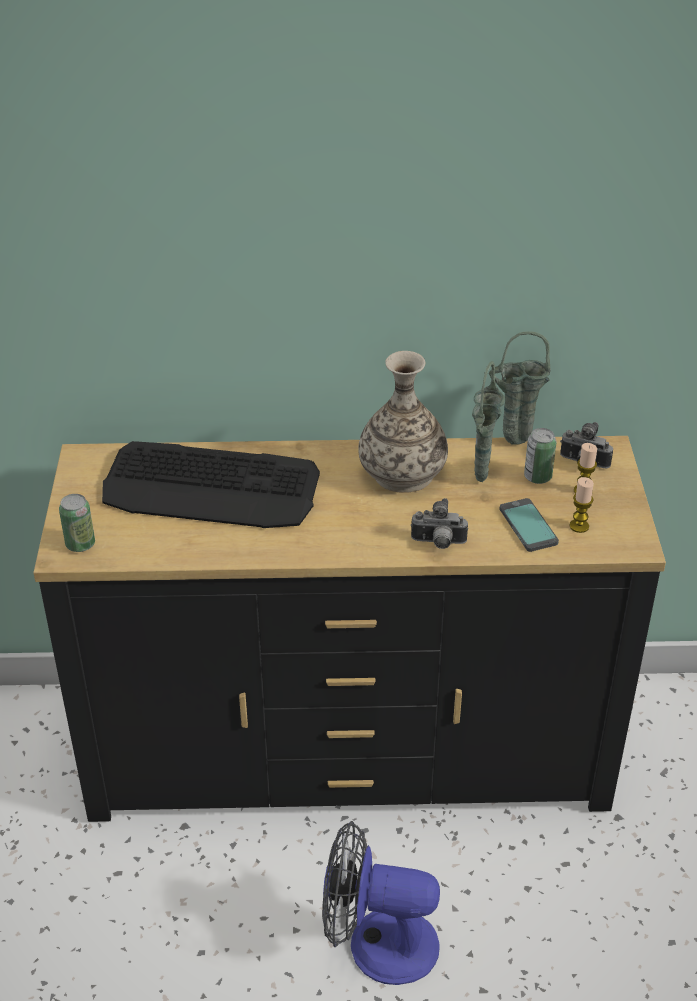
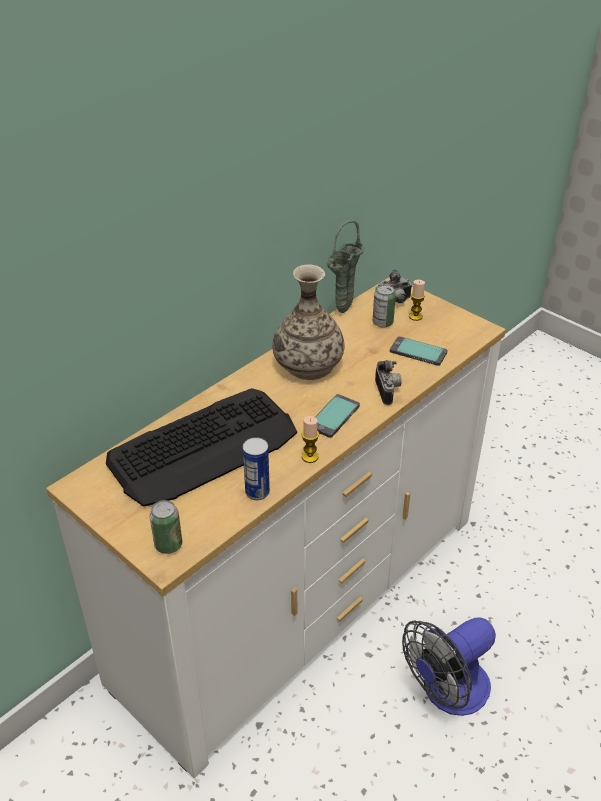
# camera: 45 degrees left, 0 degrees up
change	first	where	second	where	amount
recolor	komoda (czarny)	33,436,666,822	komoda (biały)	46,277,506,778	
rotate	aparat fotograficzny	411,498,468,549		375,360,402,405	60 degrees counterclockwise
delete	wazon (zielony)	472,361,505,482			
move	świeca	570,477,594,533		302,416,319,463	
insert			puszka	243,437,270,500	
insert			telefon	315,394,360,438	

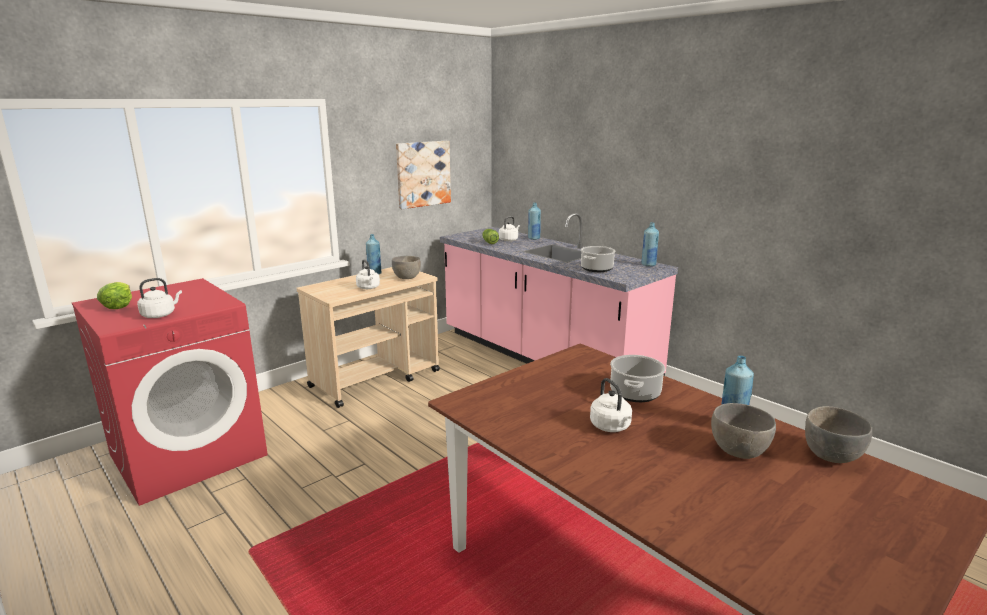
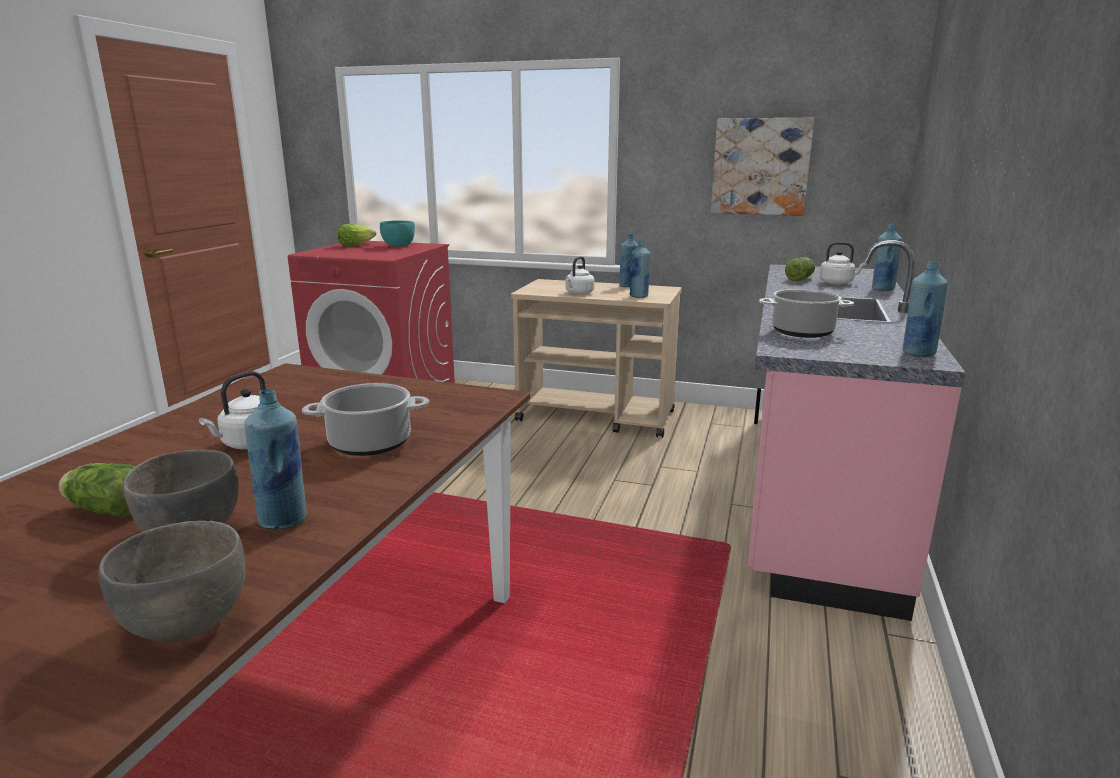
# camera: 60 degrees right, 0 degrees up
change	first	where	second	where	amount
delete	czajnik (biały)	137,278,182,318			
replace	miska (szary)	392,256,421,279	butelka (niebieski)	629,240,650,298	
insert			sałata	58,463,136,518	
insert			miska (turkusowy)	380,220,415,247	

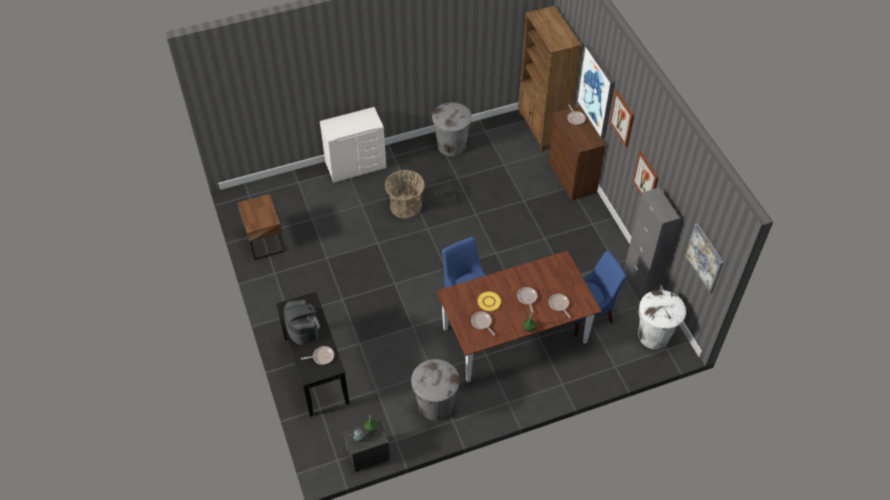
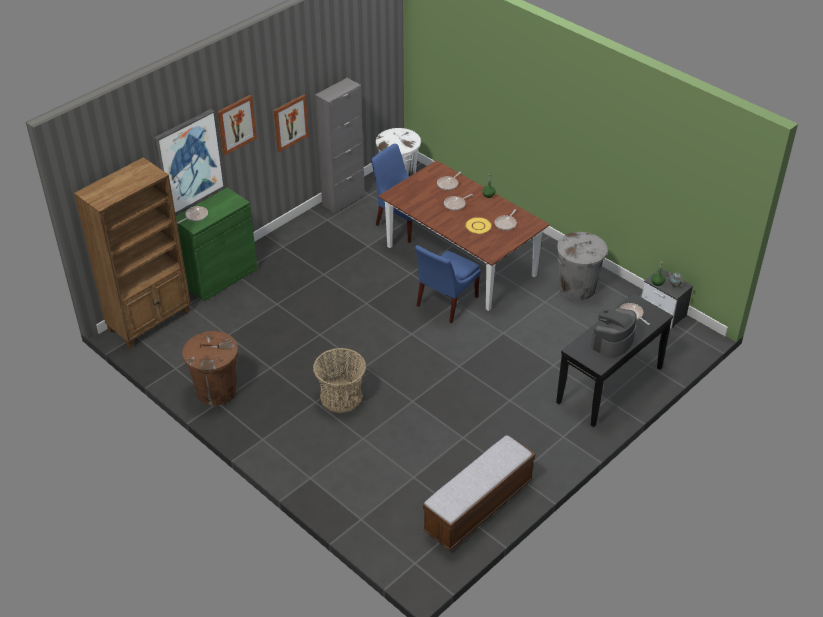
# camera: 115 degrees left, 10 degrees down
change	first	where	second	where	amount
replace	szafka nocna (brązowy)	237,194,283,260	ławka	423,435,535,551	
delete	komoda (biały)	320,107,387,183			
recolor	kosz na śmieci (szary)	432,102,472,156	kosz na śmieci (brązowy)	182,331,238,405	
recolor	szafka (brązowy)	548,106,606,201	szafka (zielony)	176,187,258,302	
delete	obraz	685,223,724,294			

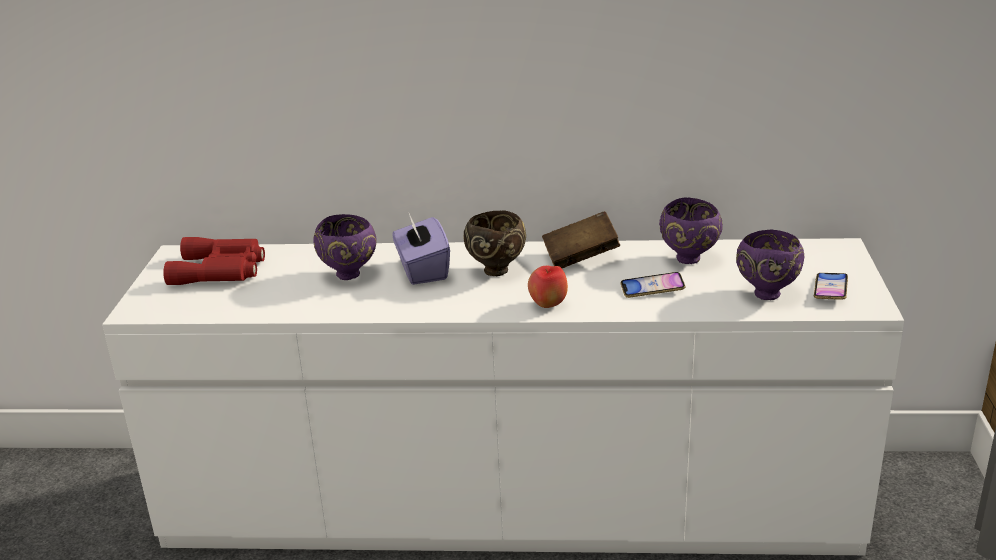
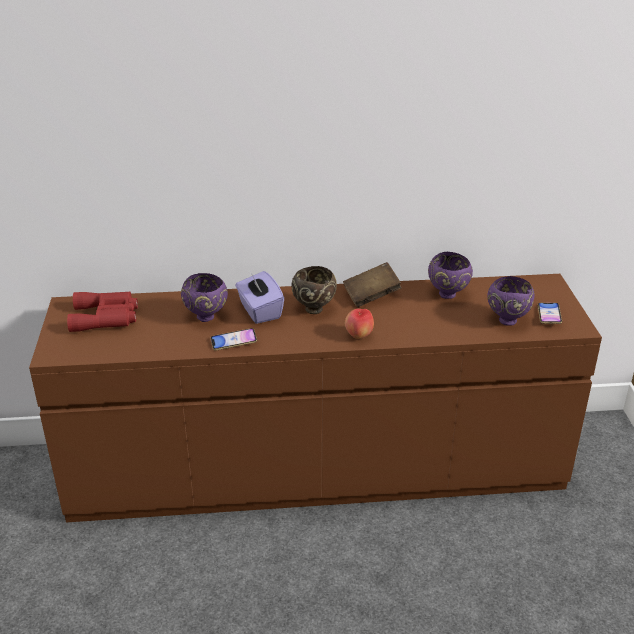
# camera: 10 degrees left, 5 degrees up
change	first	where	second	where	amount
recolor	komoda (biały)	102,238,904,555	komoda (brązowy)	29,274,602,522	
move	telefon	621,272,685,298		211,328,257,351	

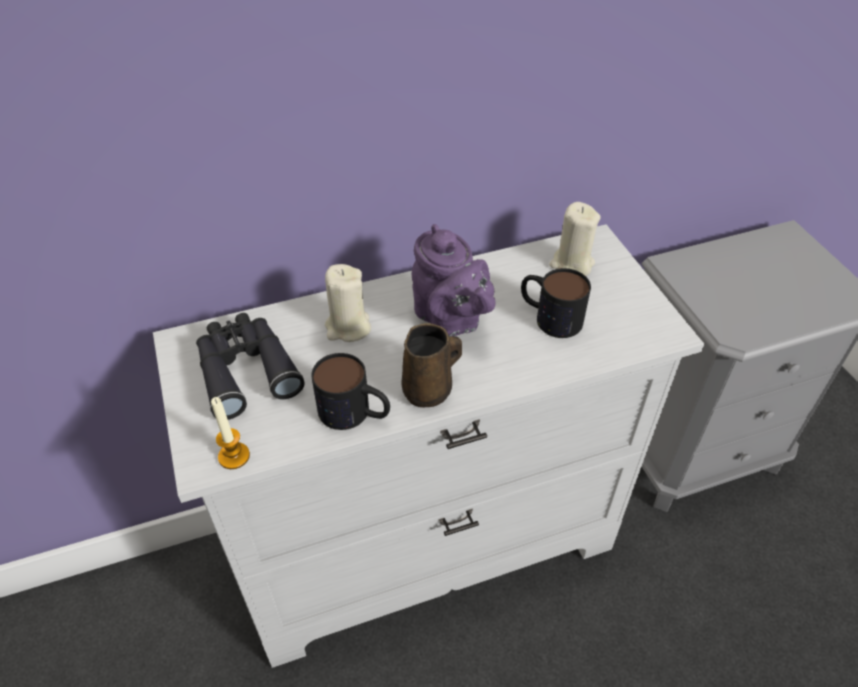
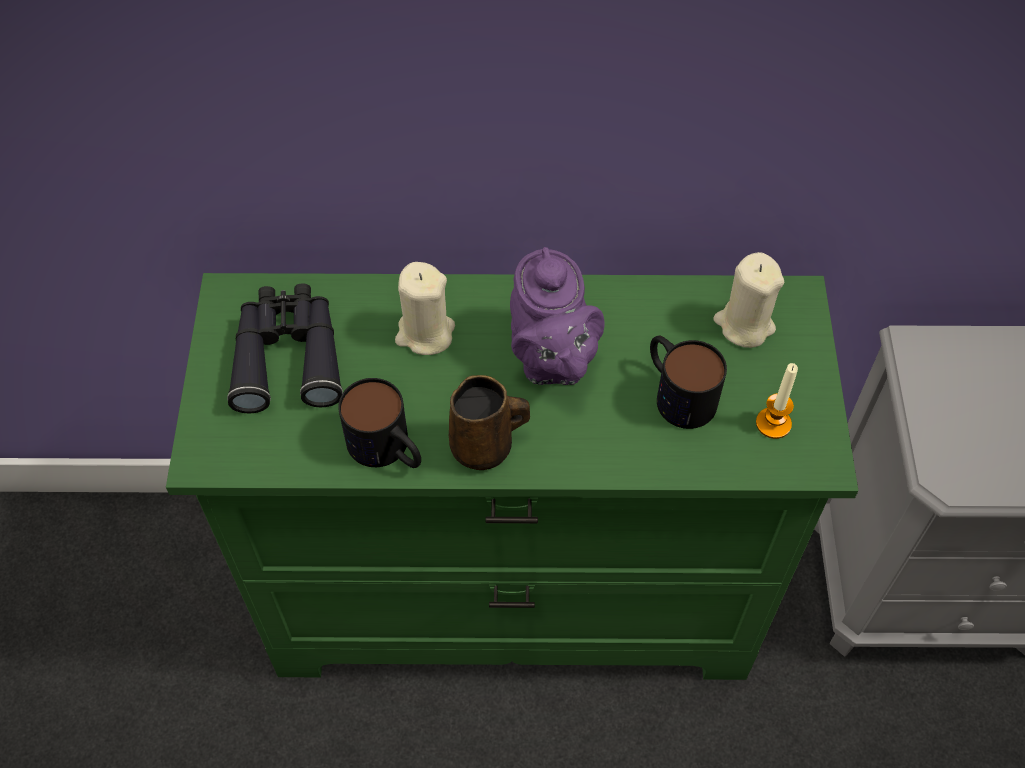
# camera: 20 degrees right, 10 degrees up
change	first	where	second	where	amount
recolor	komoda (biały)	153,224,704,668	komoda (zielony)	166,273,858,680	
move	świeca	211,397,250,469		756,363,798,439	

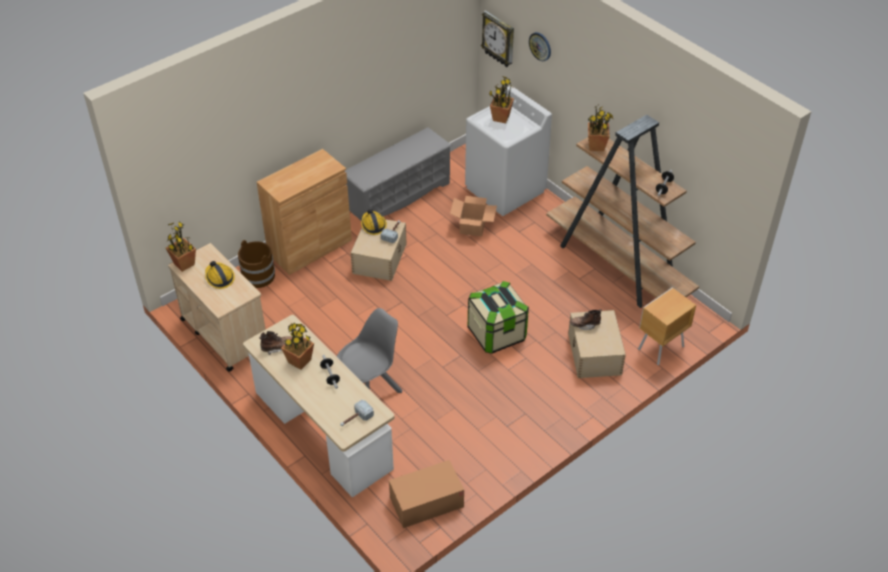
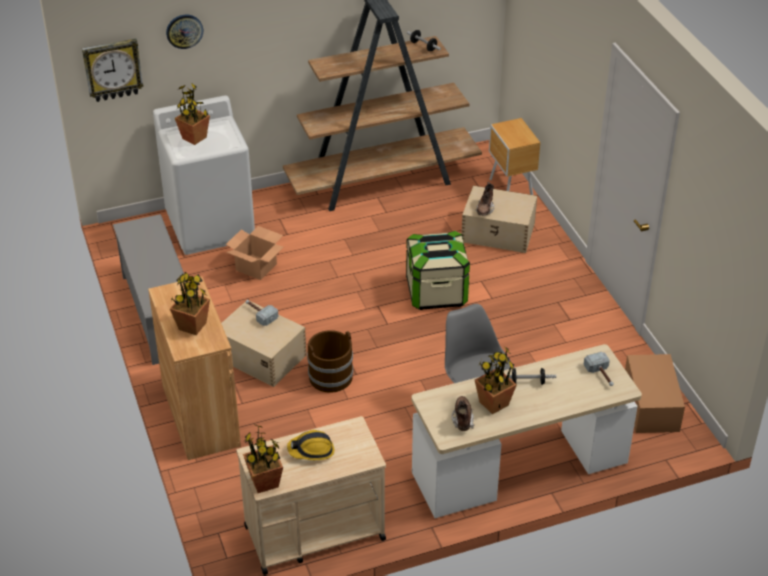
# camera: 70 degrees left, 5 degrees down
change	first	where	second	where	amount
move	wiadro (brązowy)	238,240,275,288		307,330,353,393	
delete	kask	361,209,387,235			
move	roślina doniczkowa	588,106,614,151		170,272,210,335	

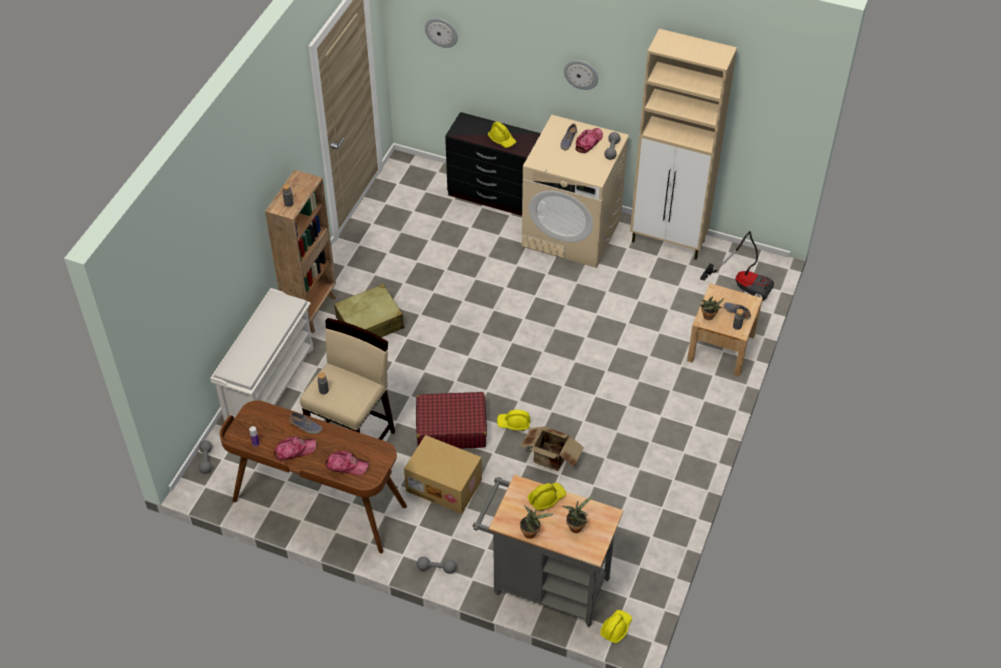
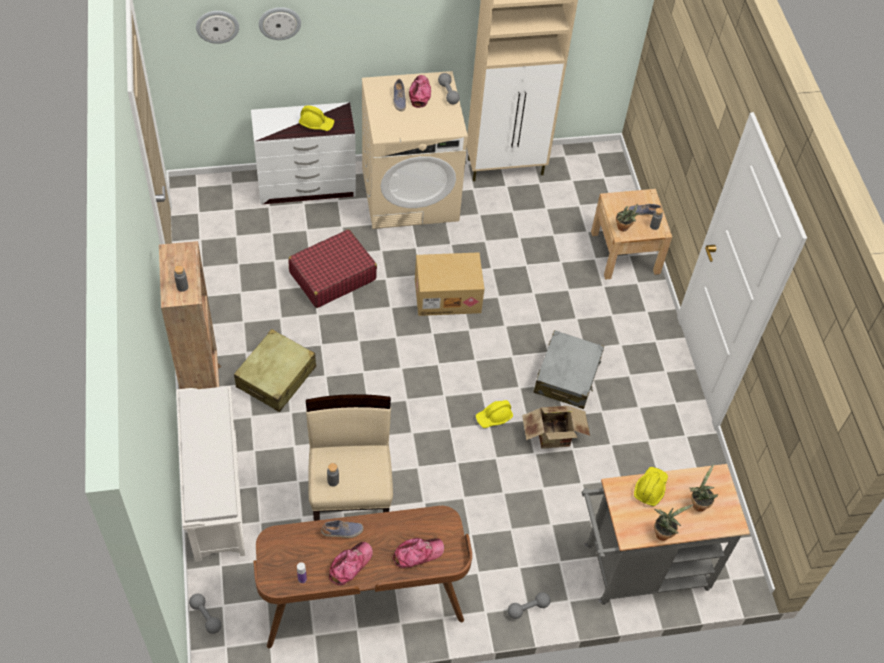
# camera: 35 degrees left, 5 degrees up
change	first	where	second	where	amount
move	karton	404,435,482,514		415,252,484,316	
move	walizka (czerwony)	416,392,487,449		288,229,377,308	
recolor	komoda (czarny)	445,112,541,216	komoda (biały)	251,102,356,205	
move	zegar ścienny	564,60,598,90		259,7,301,40	
delete	kask (żółty)	600,610,632,643			
delete	odkurzacz	700,231,774,301			
insert			walizka (szary)	533,330,604,409	

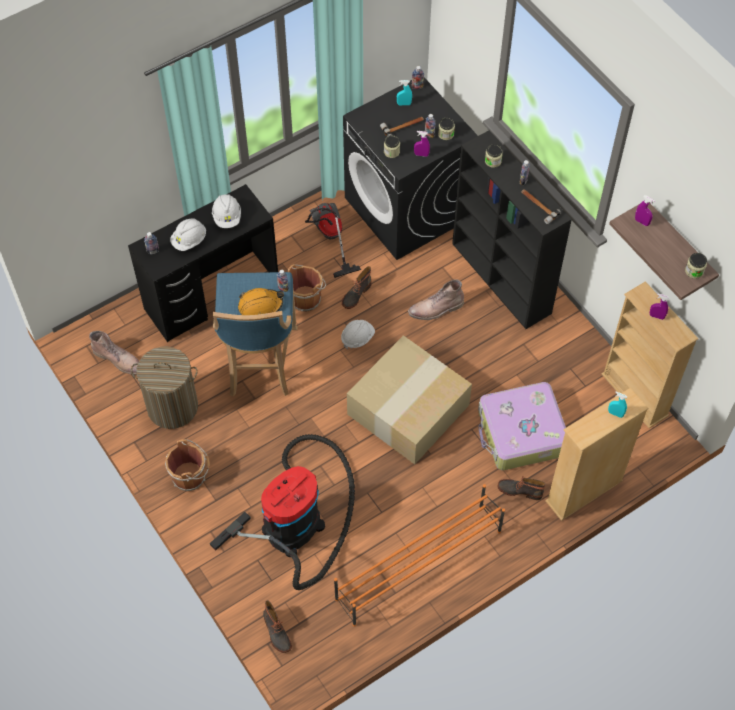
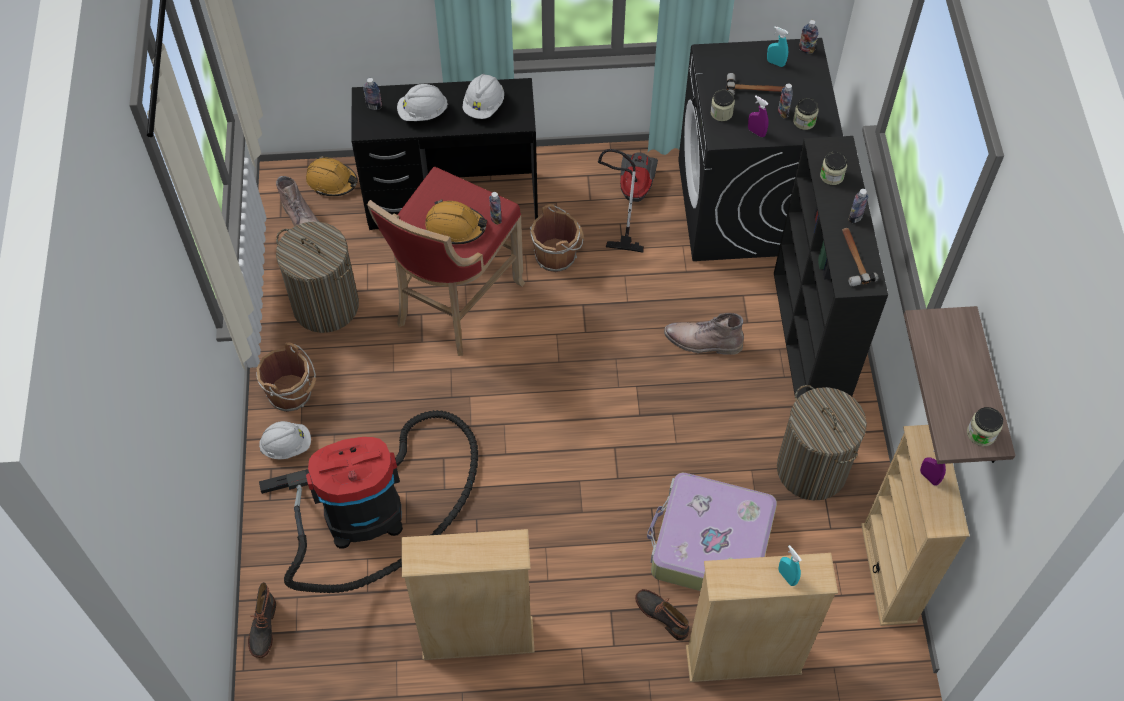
# camera: 30 degrees right, 0 degrees up
change	first	where	second	where	amount
recolor	stołek (niebieski)	213,272,298,397	stołek (czerwony)	367,167,525,356	
replace	regał na buty (pomarańczowy)	334,484,505,627	regał (beżowy)	401,529,535,660	
move	kask (biały)	341,320,375,349		259,421,311,459	
delete	but z cholewką	342,266,371,309			
delete	karton	347,335,472,464			
delete	spryskiwacz (fioletowy)	635,195,655,226			
insert			kask (pomarańczowy)	306,156,358,196	
insert			kosz na pranie	777,385,867,501	

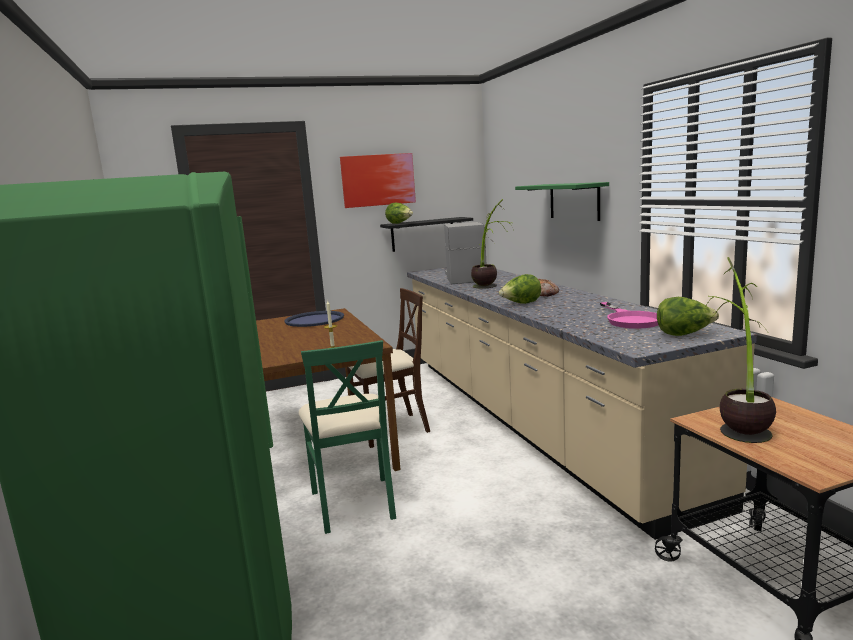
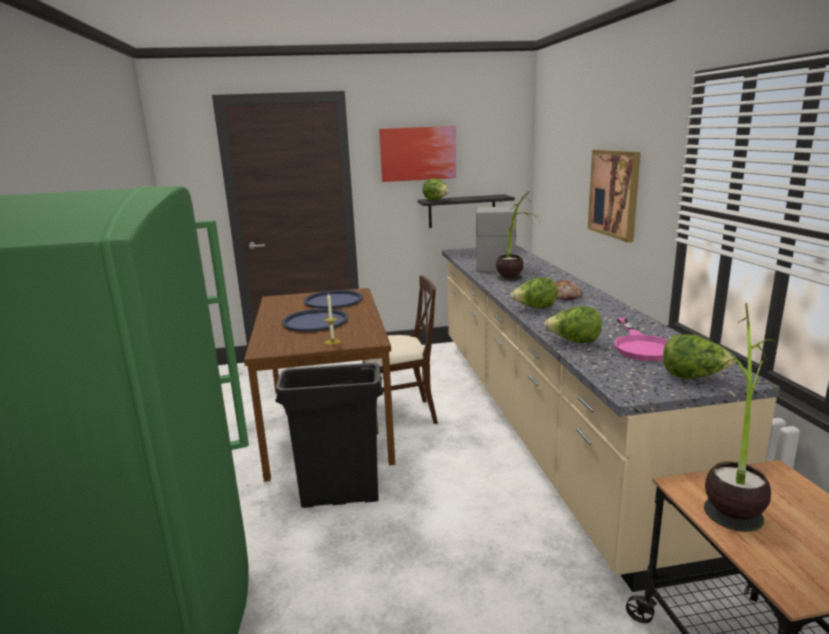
# camera: 10 degrees right, 5 degrees up
change	first	where	second	where	amount
replace	krzesło (zielony)	299,340,396,534	kosz na śmieci (czarny)	275,363,383,508	
replace	półka (zielony)	515,182,609,221	obraz	588,150,641,242	
insert			taca (niebieski)	282,309,348,332	
insert			sałata	544,306,602,343	

